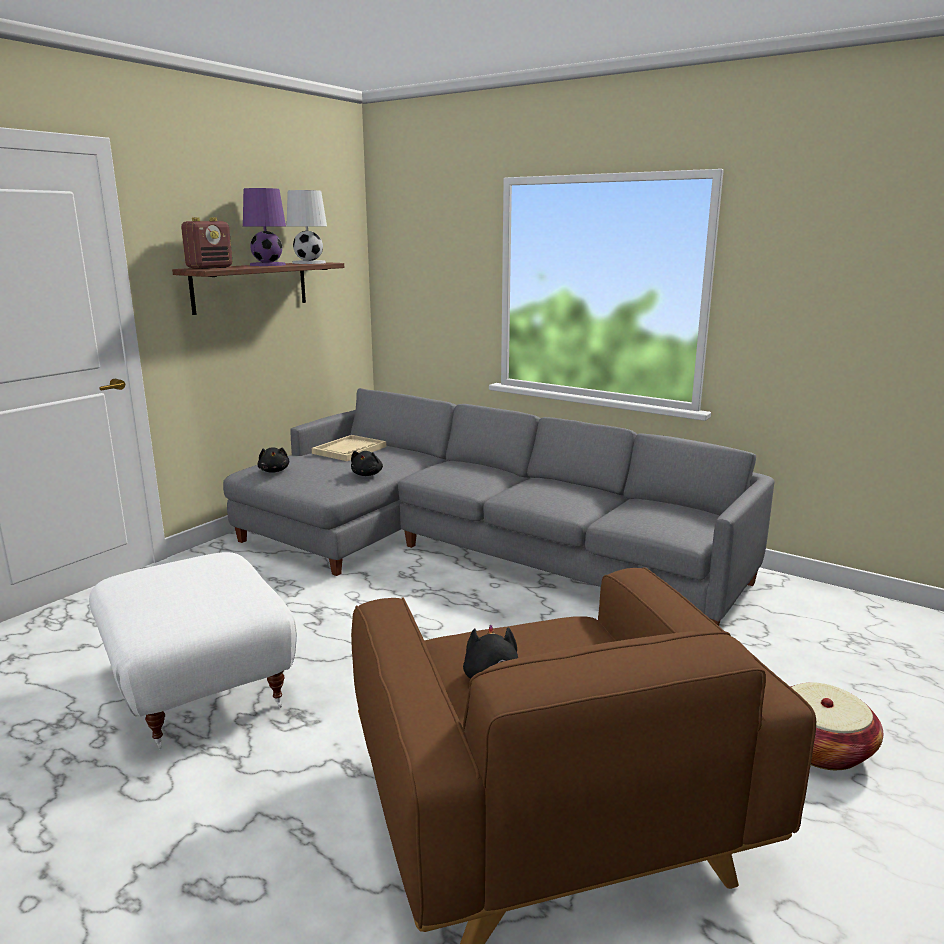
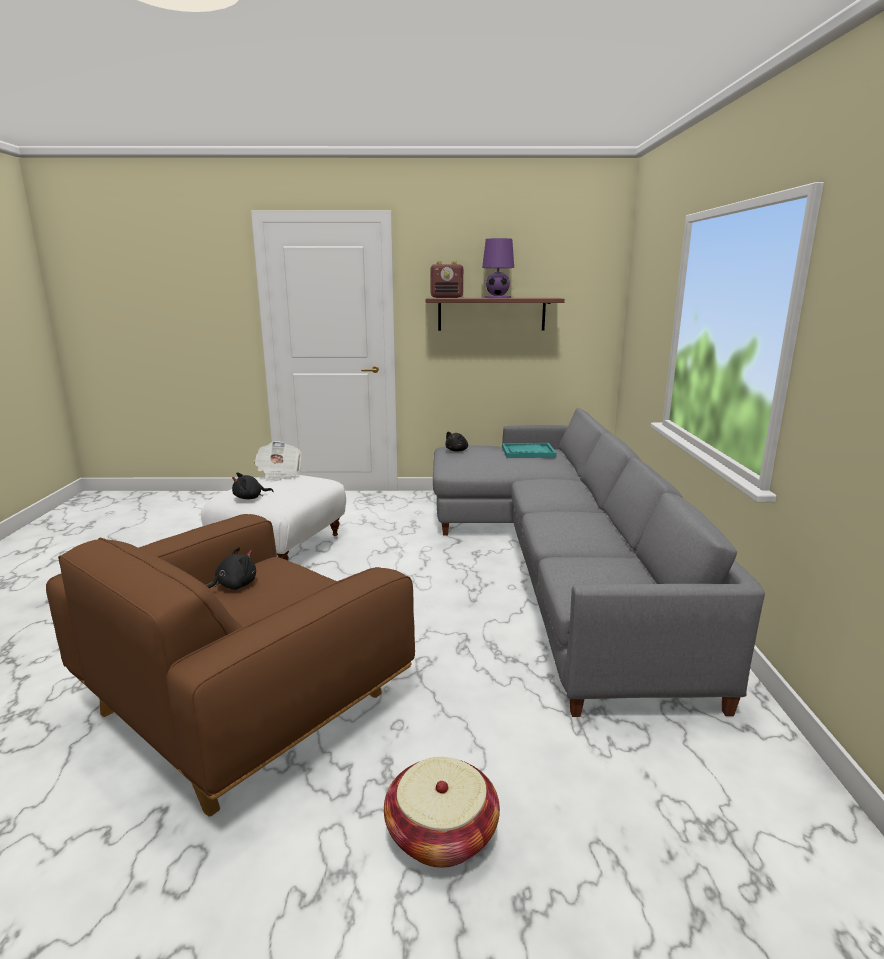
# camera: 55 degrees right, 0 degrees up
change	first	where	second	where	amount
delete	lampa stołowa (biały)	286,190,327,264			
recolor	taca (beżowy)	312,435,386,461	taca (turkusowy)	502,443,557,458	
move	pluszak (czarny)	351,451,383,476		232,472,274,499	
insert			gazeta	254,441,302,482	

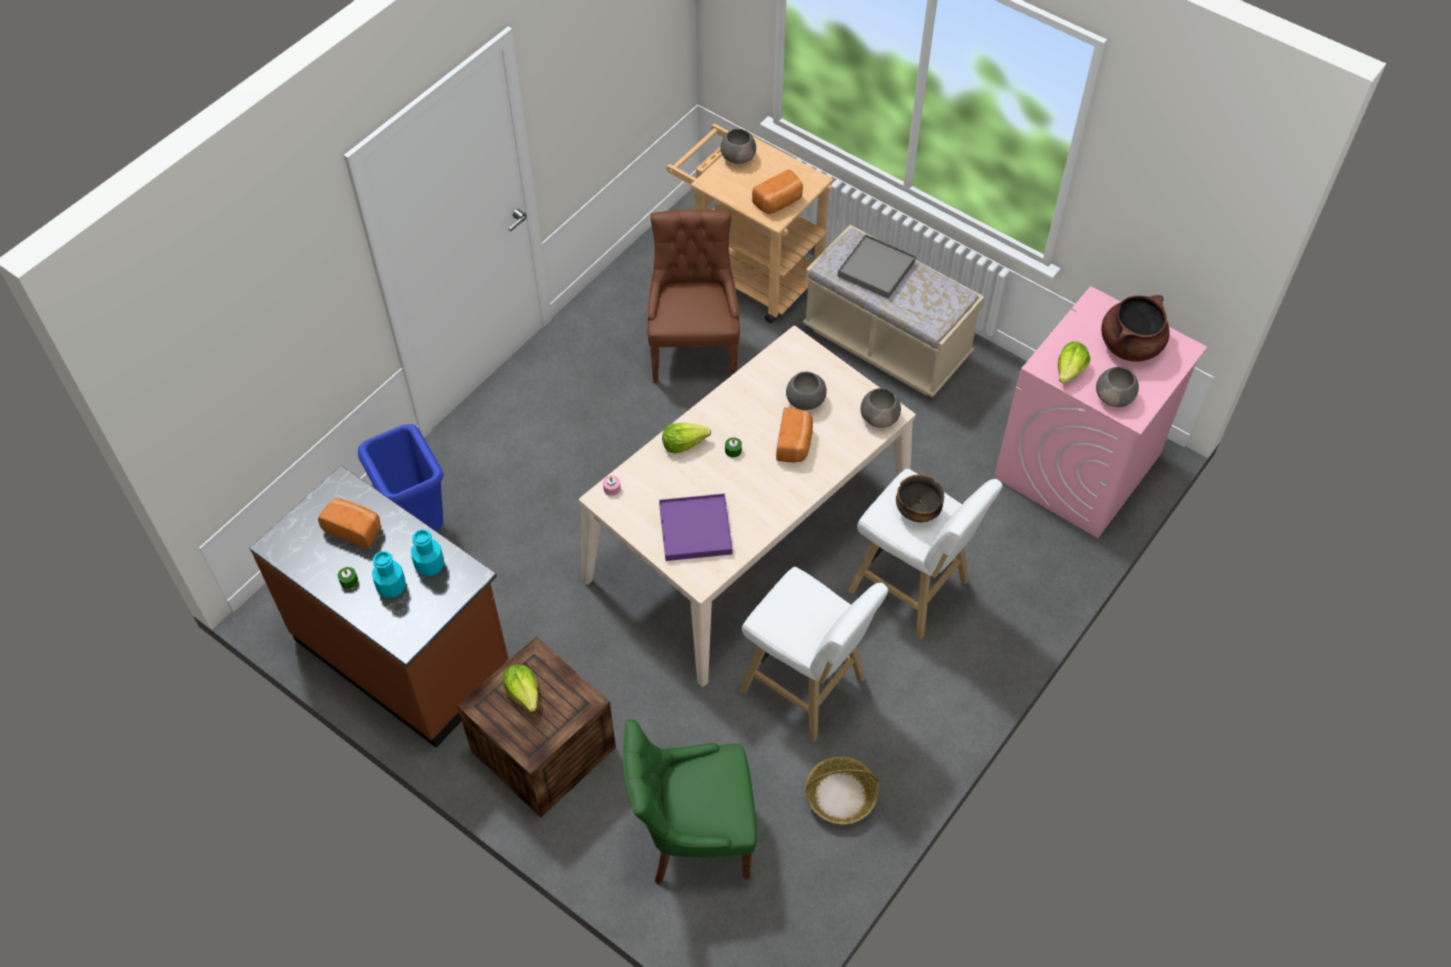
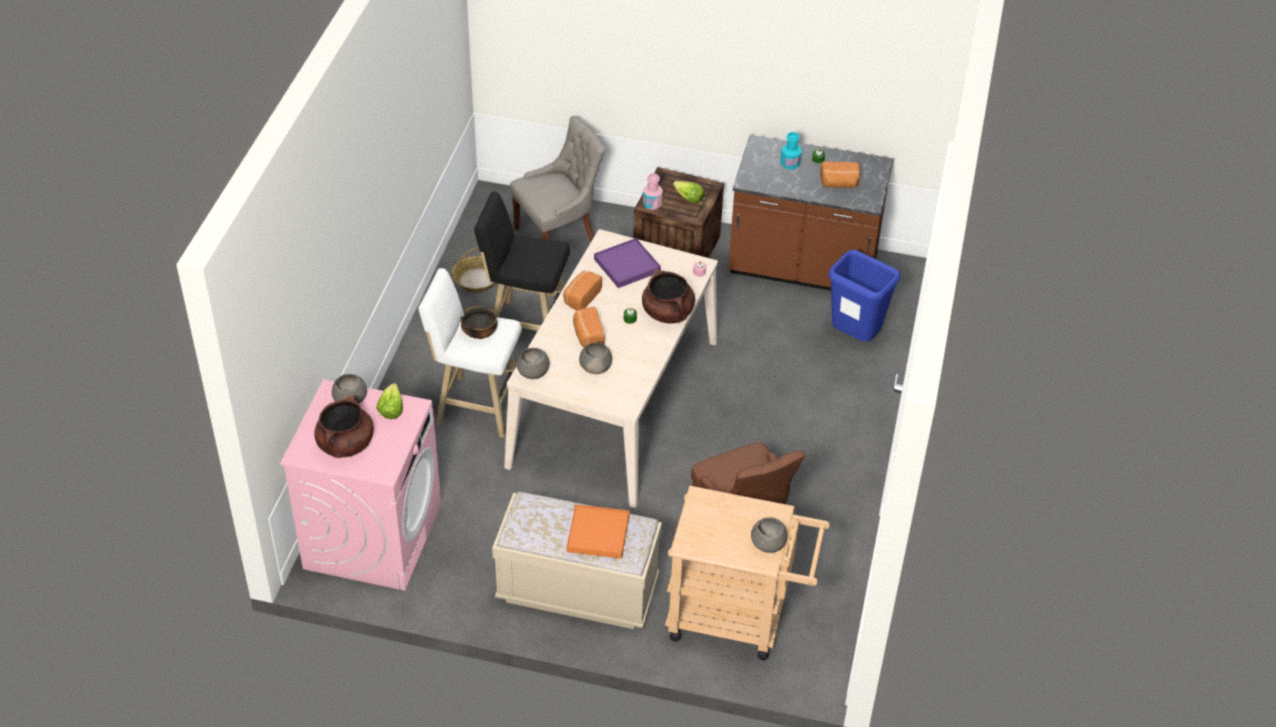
# camera: 155 degrees right, 10 degrees down
change	first	where	second	where	amount
delete	butelka (turkusowy)	411,529,444,576			
recolor	krzesło (zielony)	623,719,757,885	krzesło (szary)	510,116,605,242	
replace	sałata	662,423,711,454	garnek (brązowy)	642,270,695,324	
recolor	stołek (biały)	739,567,888,742	stołek (czarny)	474,192,570,331	
move	chleb	752,170,803,214		563,271,602,310	
recolor	taca (szary)	838,234,916,299	taca (pomarańczowy)	567,504,629,559	
insert			butelka (różowy)	643,173,663,210	

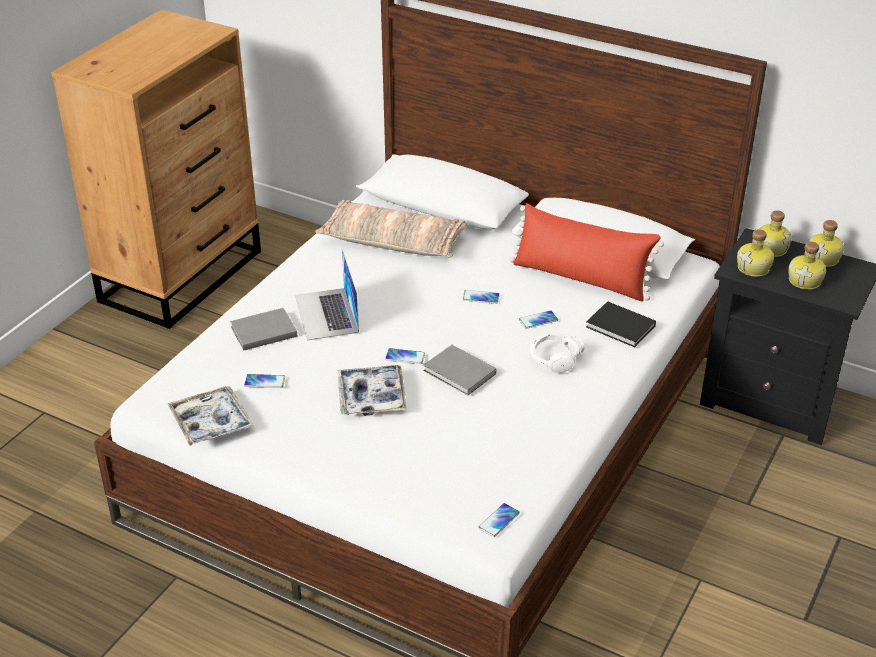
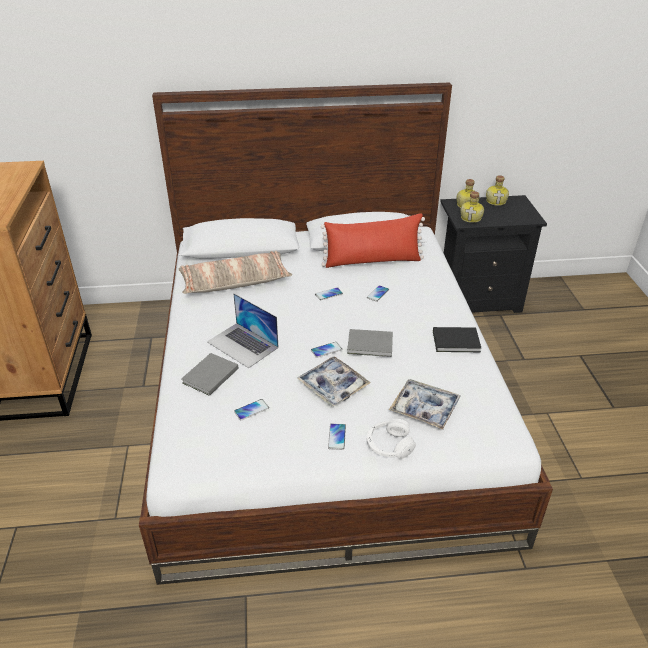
# camera: 35 degrees left, 0 degrees up
change	first	where	second	where	amount
move	taca	168,386,254,446		389,379,461,430	
move	telefon	478,503,520,537		328,423,346,450	
move	słuchawki (biały)	530,334,584,373		367,419,416,459	
move	książka (czarny)	586,301,656,347		433,327,481,352	
delete	butelka	788,242,826,290			

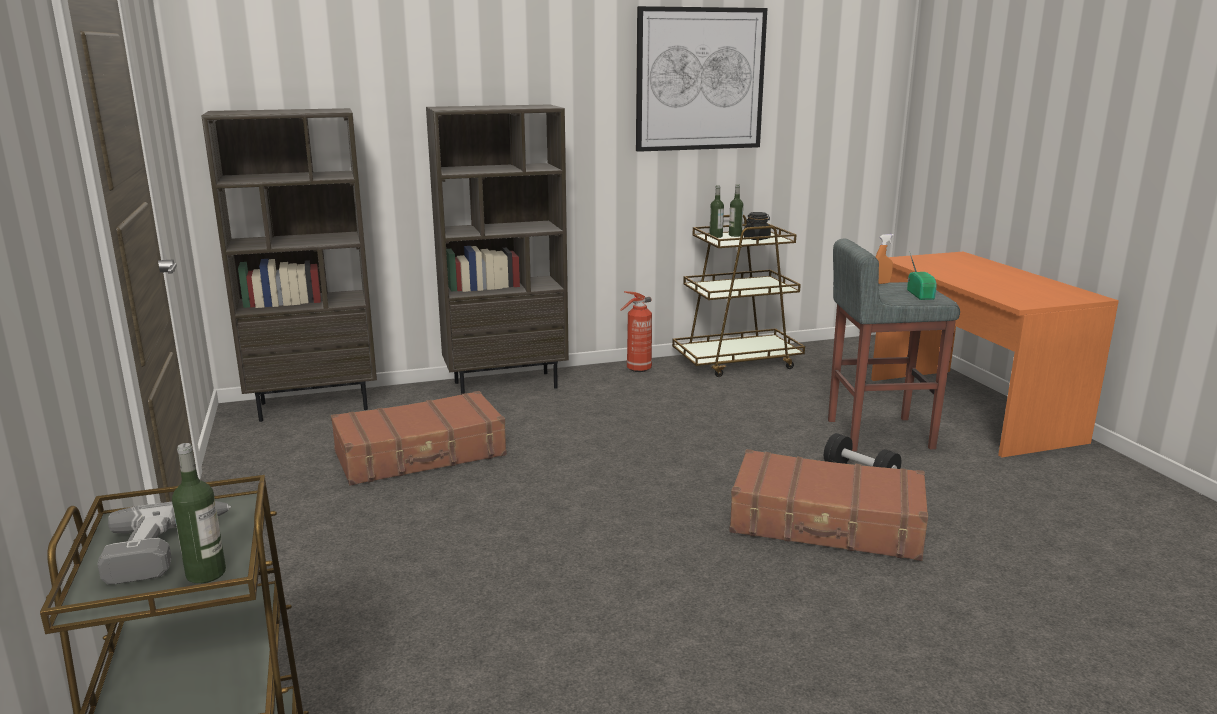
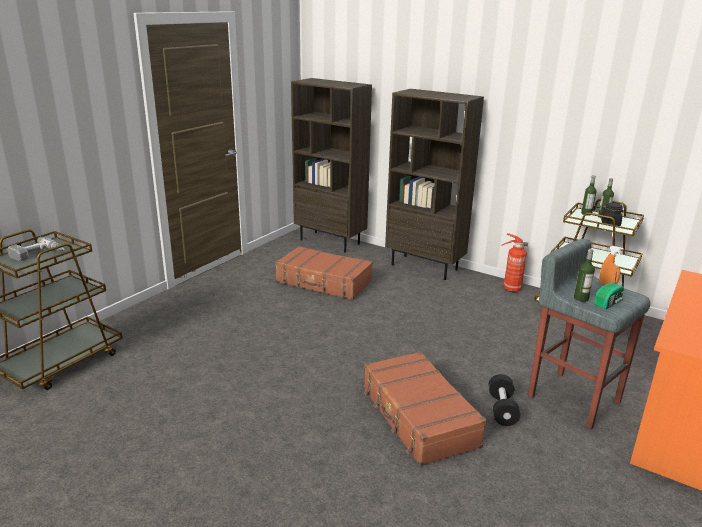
# camera: 50 degrees right, 5 degrees up
change	first	where	second	where	amount
move	butelka	172,443,226,584		574,249,595,302	
delete	obraz	636,6,767,152			

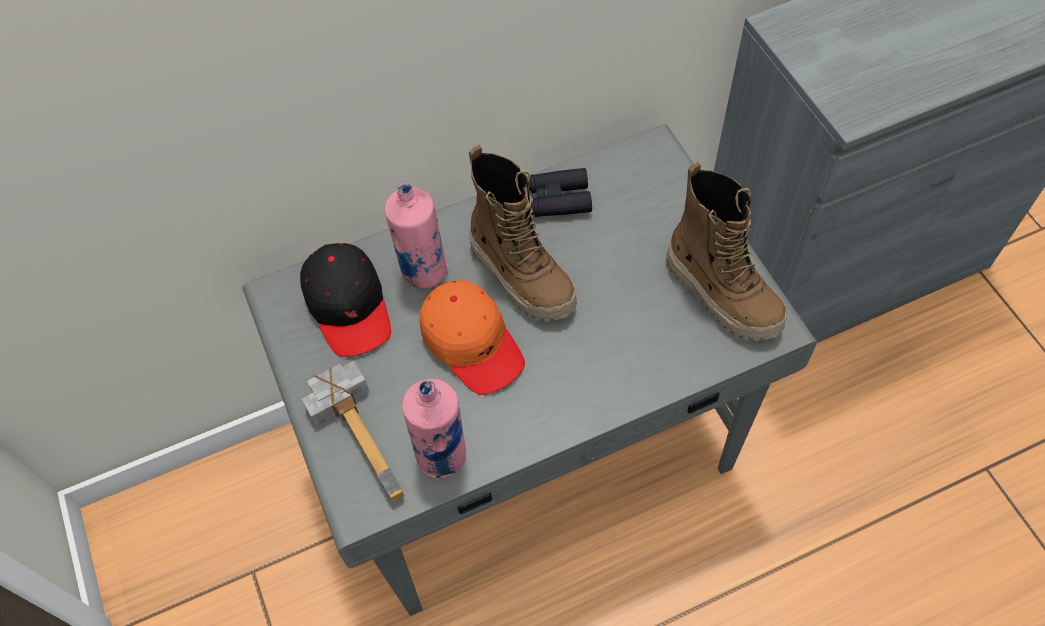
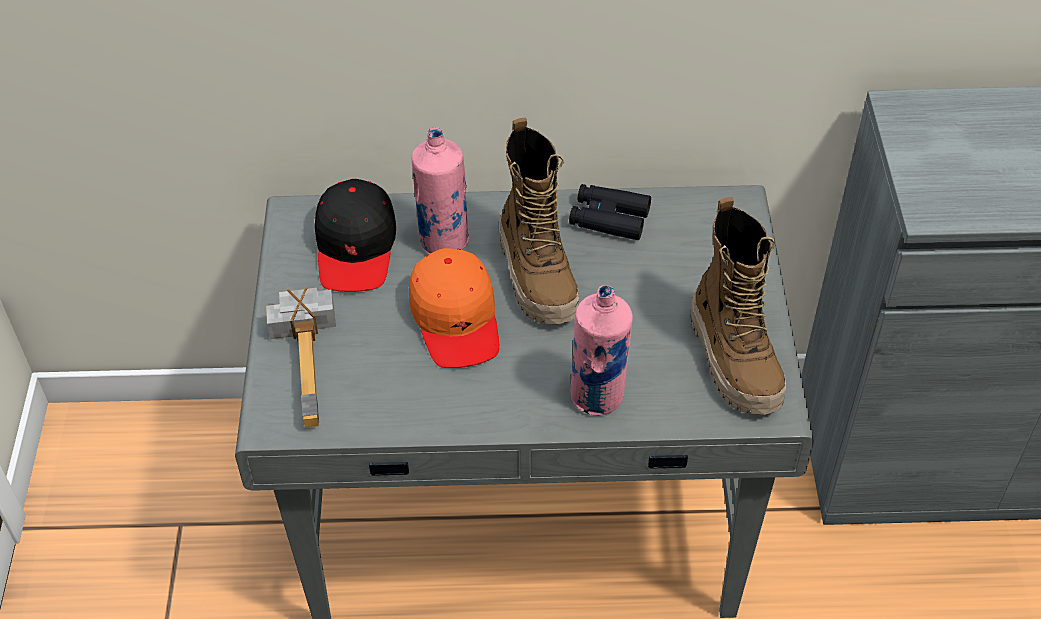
# camera: 20 degrees right, 10 degrees down
change	first	where	second	where	amount
move	butelka (różowy)	402,379,466,478		571,285,633,416	

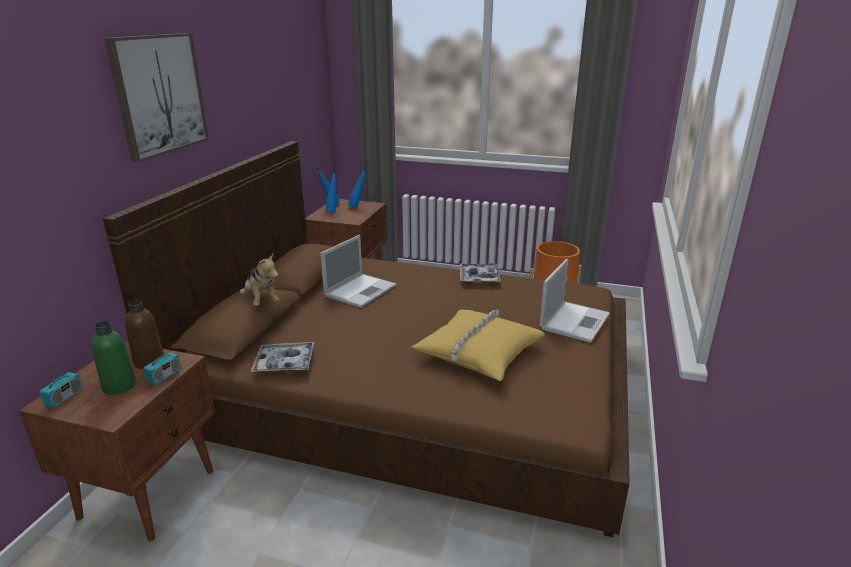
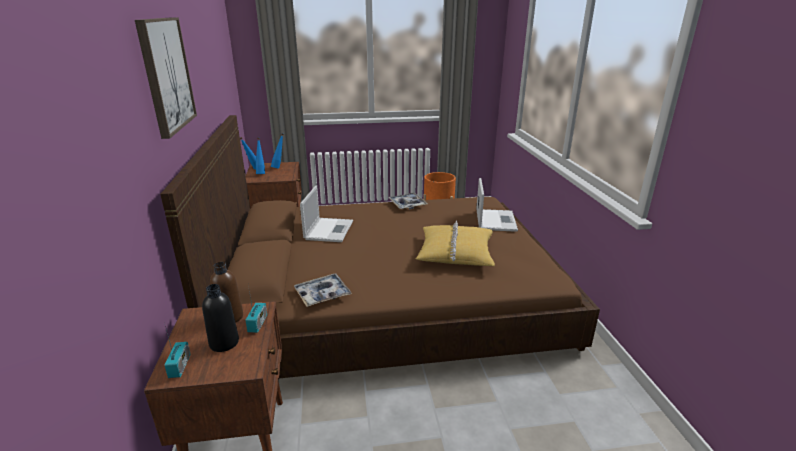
# camera: 25 degrees left, 0 degrees up
change	first	where	second	where	amount
recolor	butelka (zielony)	92,321,136,395	butelka (czarny)	202,284,239,352	
delete	pluszak	240,253,280,306			

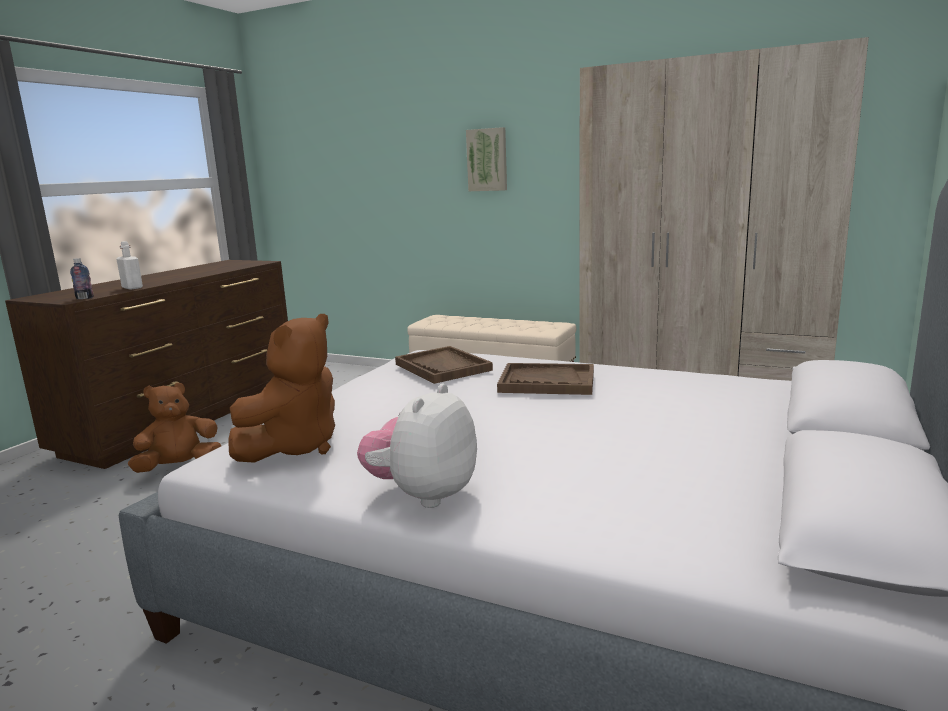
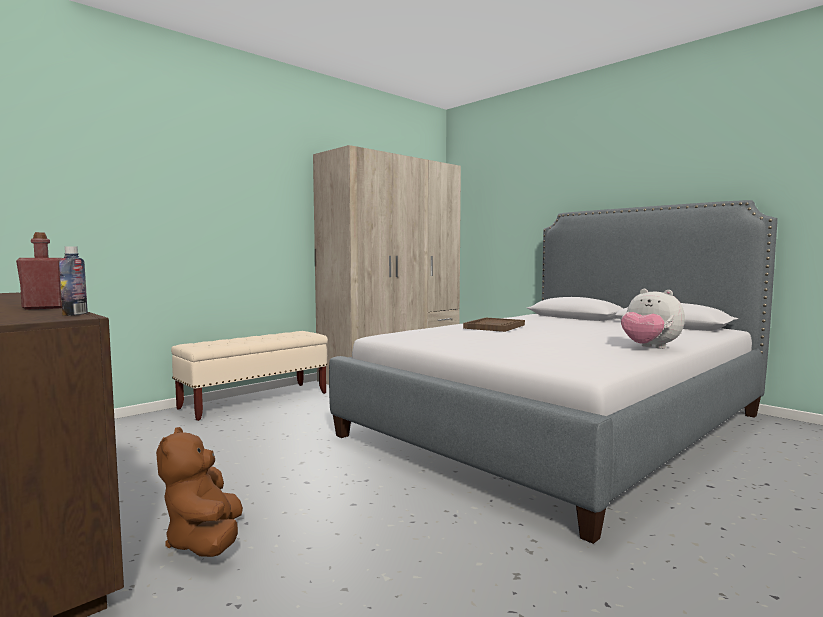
# camera: 70 degrees left, 10 degrees down
change	first	where	second	where	amount
recolor	butelka (biały)	116,241,143,290	butelka (czerwony)	16,232,62,310	
delete	pluszak (brązowy)	228,314,335,463			
delete	taca (brązowy)	395,346,493,384			
delete	obraz	466,127,507,191			

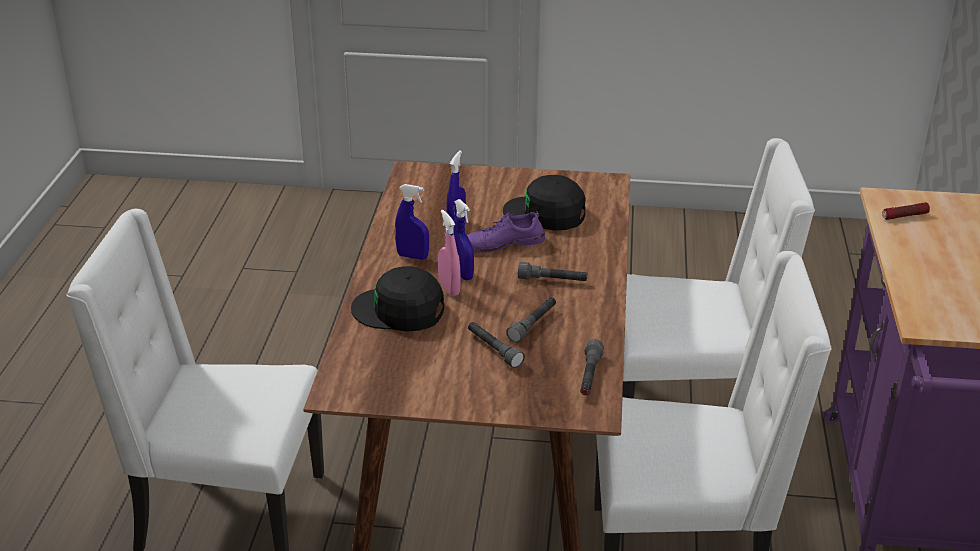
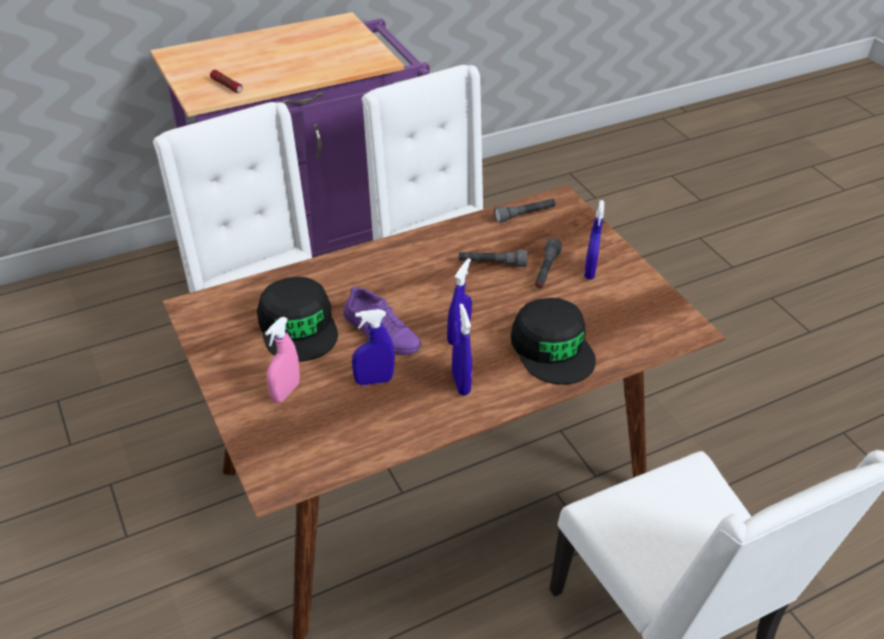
# camera: 125 degrees left, 10 degrees up
change	first	where	second	where	amount
move	spryskiwacz (różowy)	438,210,461,296		265,317,300,403	
delete	latarka (szary)	518,262,587,281			
insert			spryskiwacz (niebieski)	584,200,604,279	

